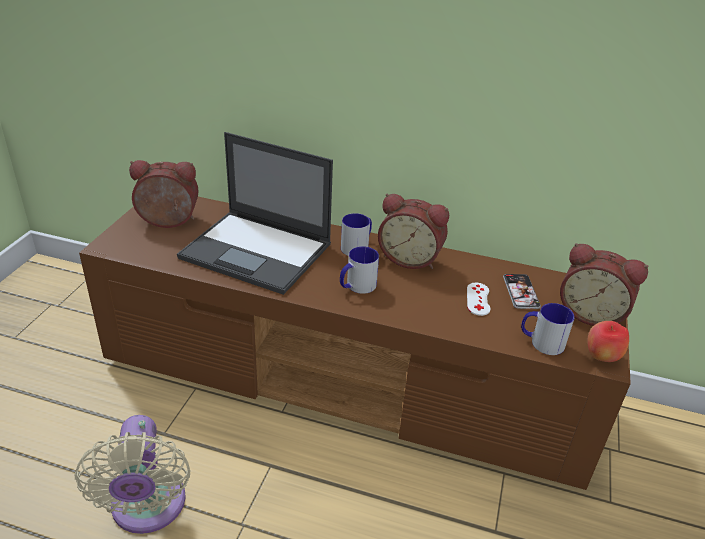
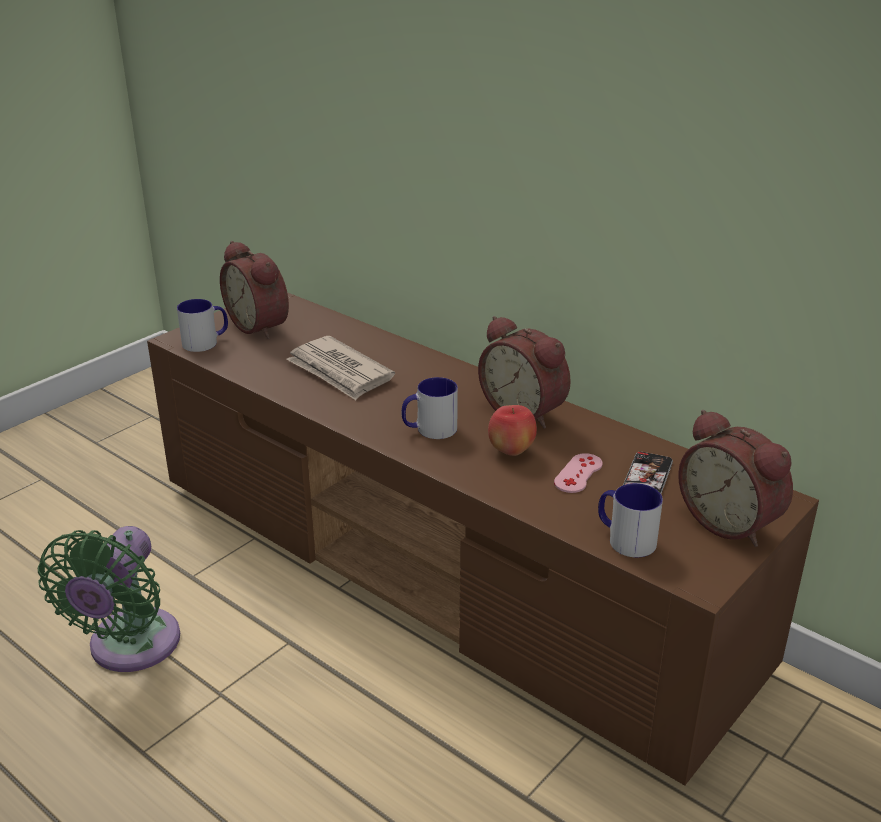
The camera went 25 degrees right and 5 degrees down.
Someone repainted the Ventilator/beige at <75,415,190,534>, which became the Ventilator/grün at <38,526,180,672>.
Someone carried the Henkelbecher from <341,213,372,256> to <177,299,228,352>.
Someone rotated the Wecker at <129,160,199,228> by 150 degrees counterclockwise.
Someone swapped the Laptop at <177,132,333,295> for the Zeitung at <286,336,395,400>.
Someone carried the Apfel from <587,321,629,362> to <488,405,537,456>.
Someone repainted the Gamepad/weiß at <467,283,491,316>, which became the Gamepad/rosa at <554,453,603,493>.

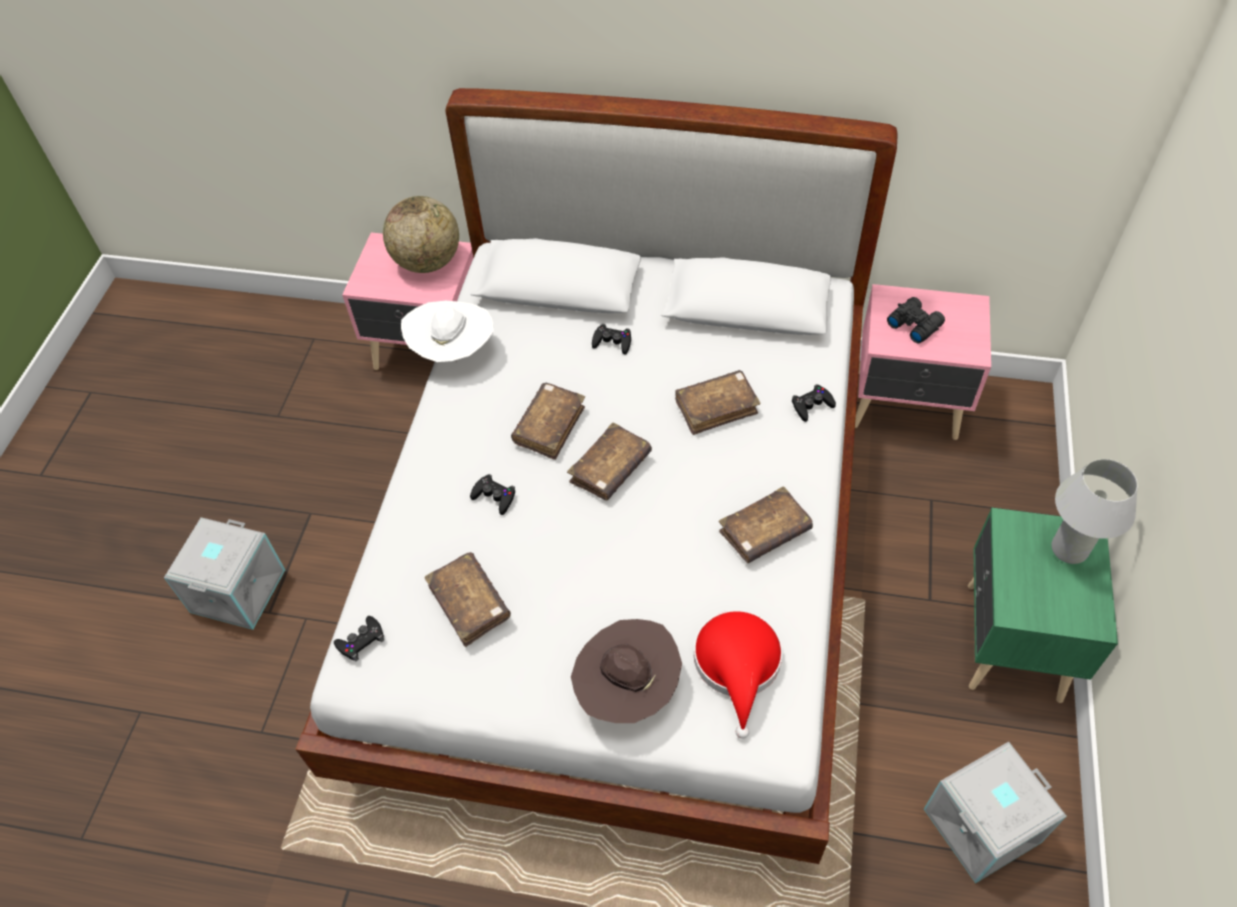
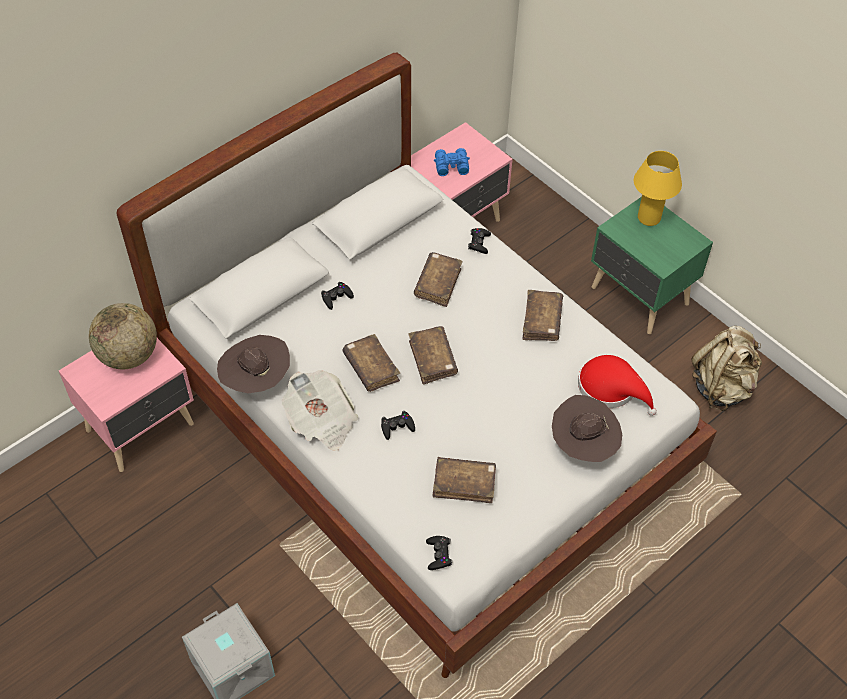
The camera went 55 degrees left and 0 degrees up.
Someone repainted the Hut/weiß at <401,301,494,363>, which became the Hut/braun at <217,335,290,393>.
Someone put down the Zeitung at <282,370,358,451>.
Someone repainted the Fernglas/schwarz at <887,297,945,343>, which became the Fernglas/blau at <434,148,470,176>.
Someone repainted the Tischlampe/weiß at <1051,459,1138,564>, which became the Tischlampe/gelb at <634,151,682,226>.
Someone swapped the Aufbewahrungsbox/grau at <924,742,1067,883> for the Rucksack/beige at <692,326,762,411>.

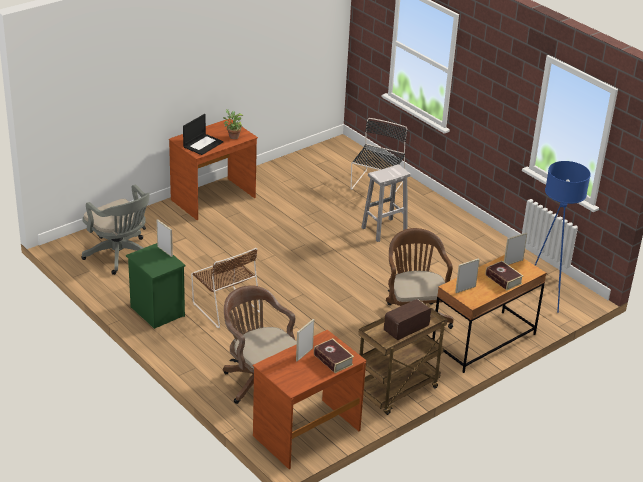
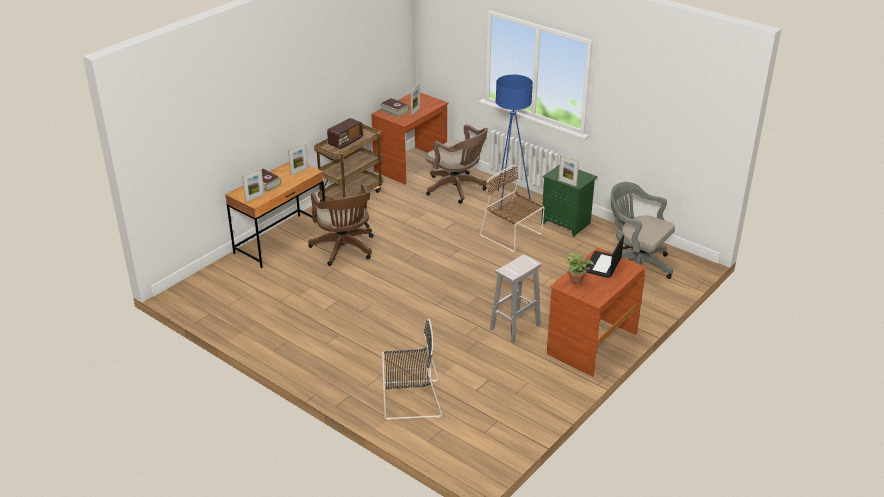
The camera went 170 degrees right and 0 degrees up.
Someone rotated the Stuhl/schwarz at <351,118,408,197> by 105 degrees counterclockwise.
Someone carried the Hocker/weiß from <361,164,410,242> to <490,254,541,343>.
Someone carried the Stehlampe/blau from <535,161,591,313> to <496,74,533,209>.

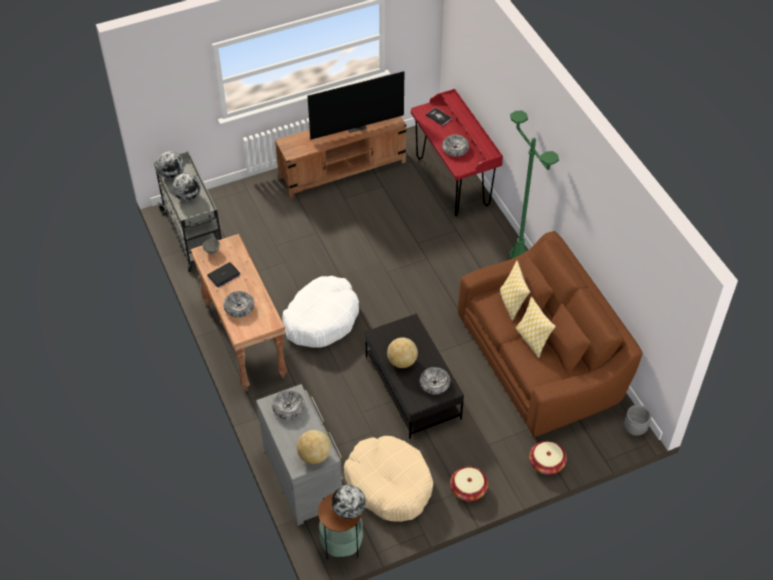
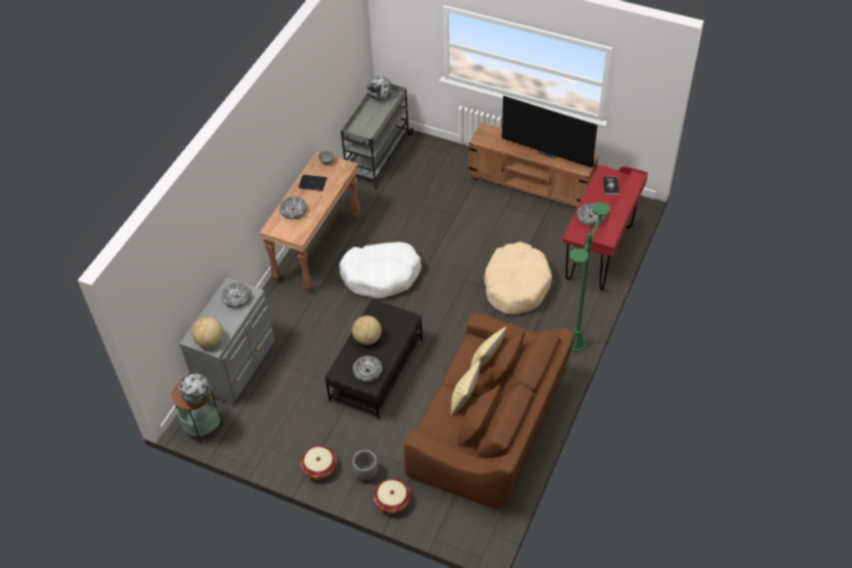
The camera went 50 degrees right and 0 degrees up.
Someone carried the Pflanzkübel/grau from <624,405,651,436> to <353,450,378,481>.
Someone carried the Hundebett/beige from <344,436,433,522> to <484,242,552,315>.
Someone took away the Globus at <172,173,201,201>.

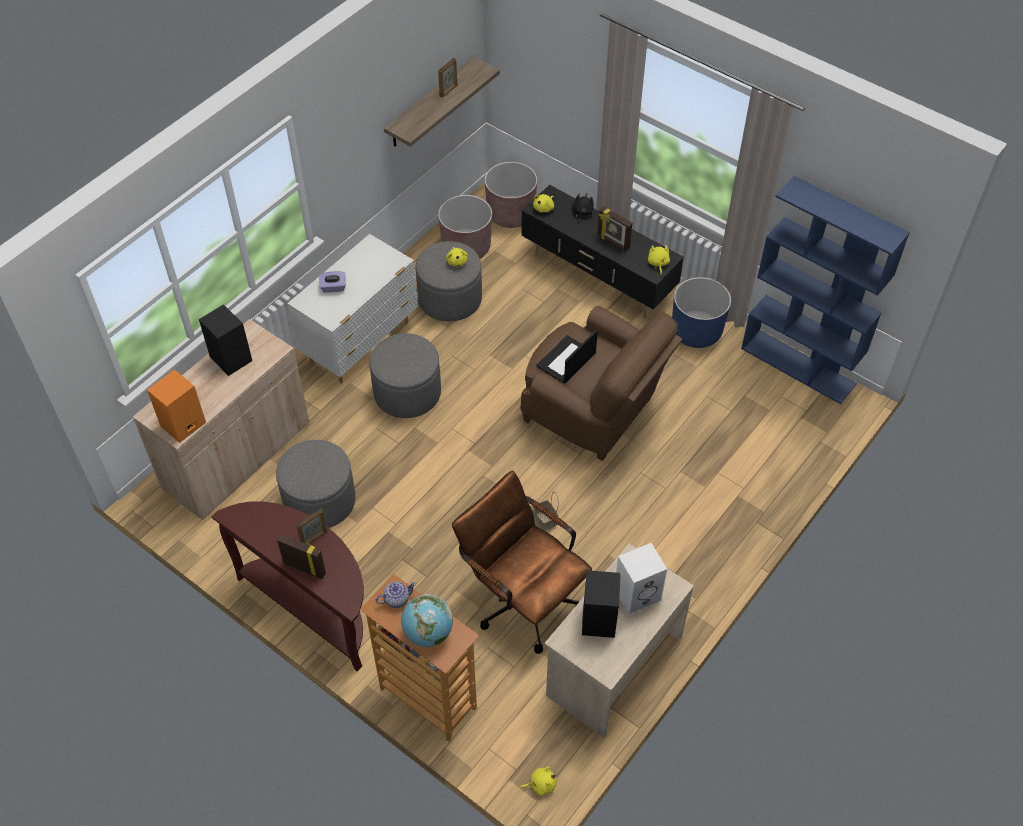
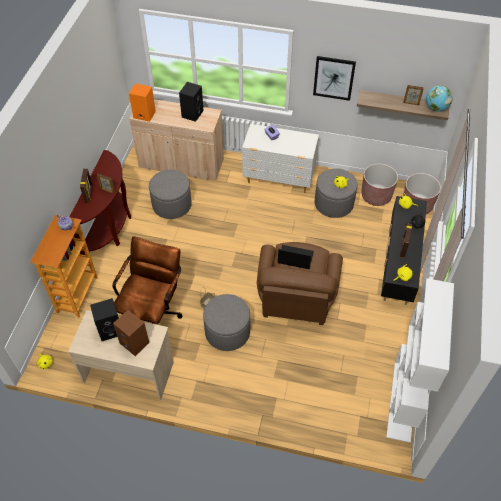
The camera went 65 degrees right and 0 degrees up.
Someone repainted the Lautsprecher/weiß at <616,543,667,615>, which became the Lautsprecher/braun at <113,310,149,356>.
Someone carried the Polsterhocker/grau from <369,333,441,418> to <203,294,250,351>.
Someone put up the Bild at <313,56,356,101>.
Someone repainted the Bücherregal/blau at <741,176,910,404>, which became the Bücherregal/weiß at <386,278,454,443>.
Someone carried the Globus from <401,594,453,647> to <426,85,453,112>.
Someone took away the Pflanzkübel/blau at <672,277,731,348>.

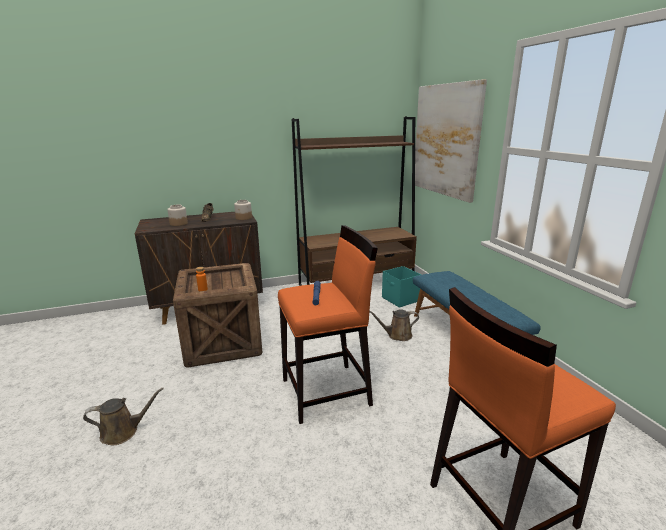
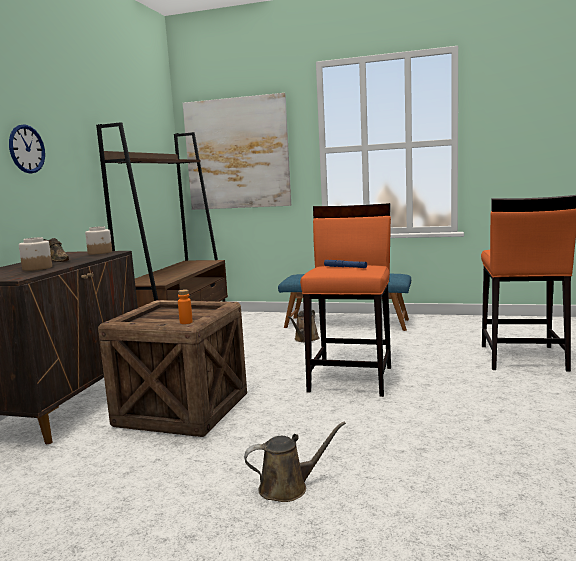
The camera went 55 degrees left and 10 degrees down.
Someone put up the Wanduhr at <9,124,45,174>.
Someone rotated the Gießkanne/braun at <83,388,164,445> by 60 degrees clockwise.
Someone took away the Aufbewahrungsbox/türkis at <382,266,421,308>.

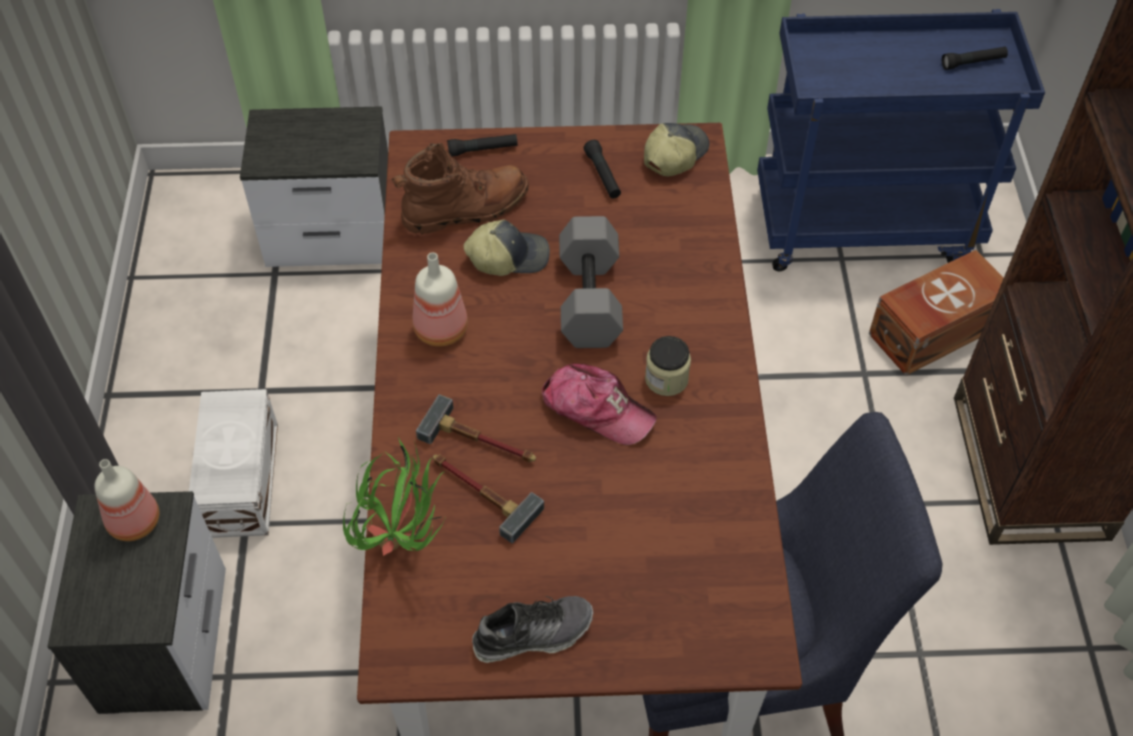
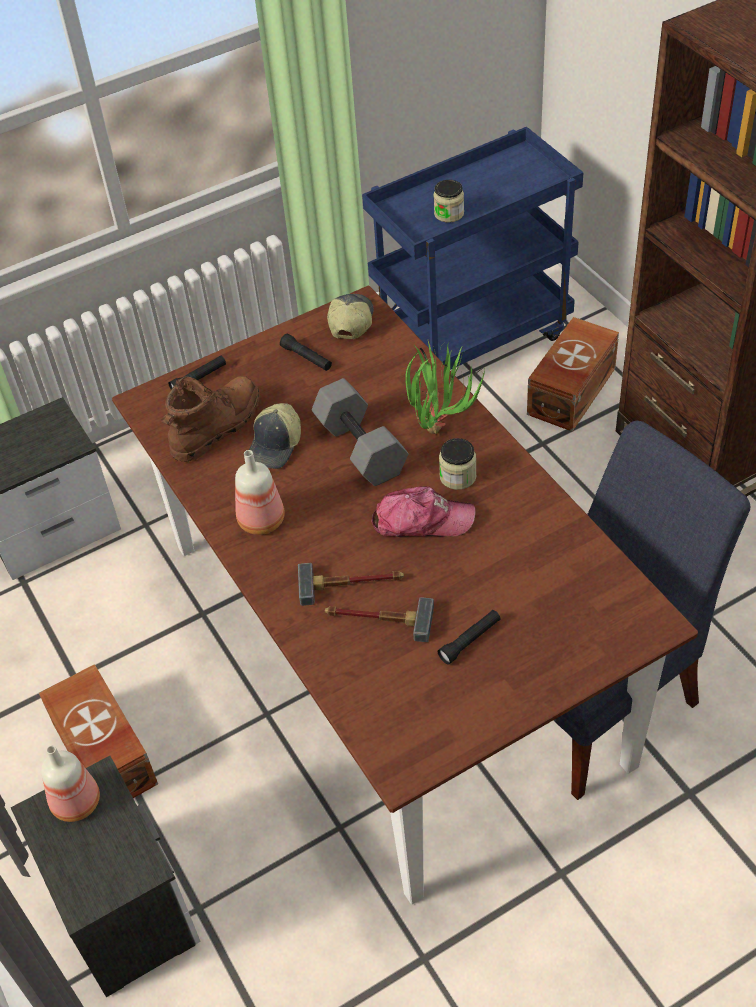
The camera went 25 degrees left and 5 degrees down.
Someone repainted the Aufbewahrungsbox/weiß at <189,389,278,538>, which became the Aufbewahrungsbox/braun at <39,664,158,798>.
Someone rotated the Kappe at <464,220,550,276> by 150 degrees clockwise.
Someone carried the Topfpflanze from <343,437,445,556> to <405,341,485,434>.
Someone put down the Vorratsglas at <433,180,464,223>.
Someone carried the Taschenlampe/schwarz from <942,47,1008,70> to <437,610,500,665>.
Someone took away the Schuh at <472,596,593,663>.

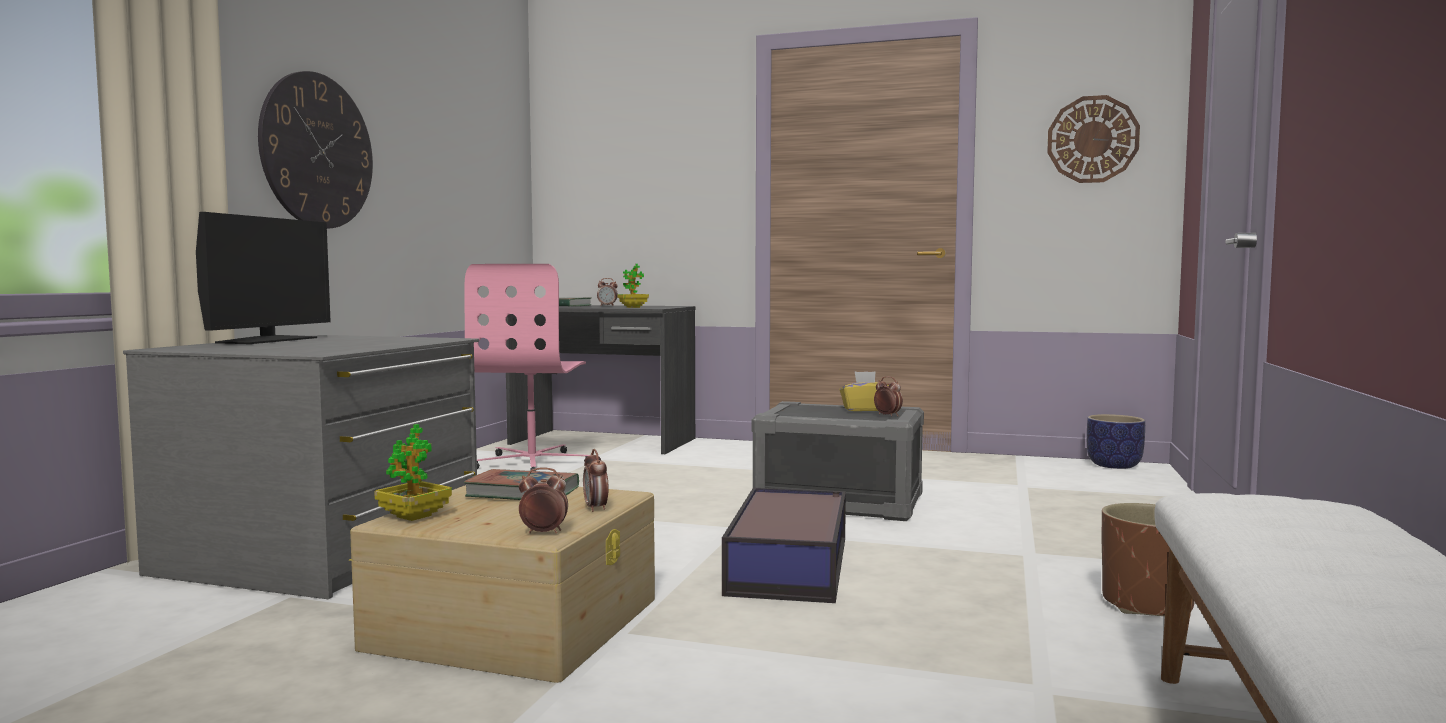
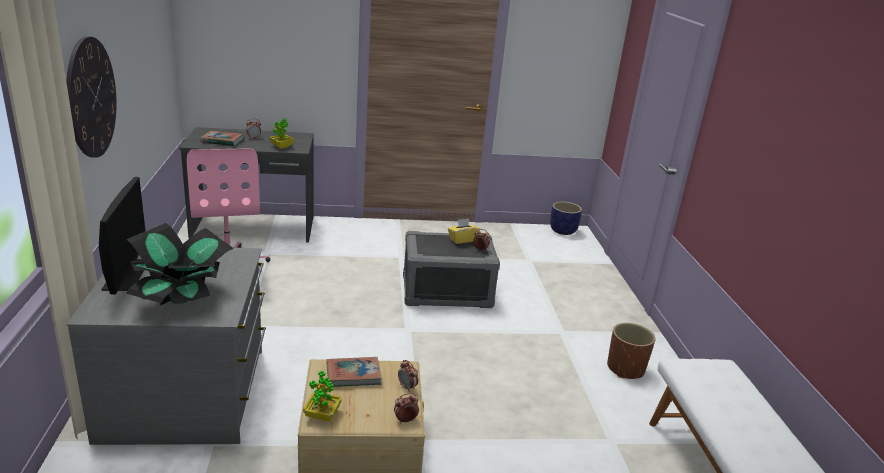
The camera went 25 degrees left and 20 degrees up.
Someone put down the Topfpflanze at <126,223,234,305>.
Someone took away the Aufbewahrungsbox at <722,488,846,603>.
Someone took away the Wanduhr at <1047,95,1140,183>.

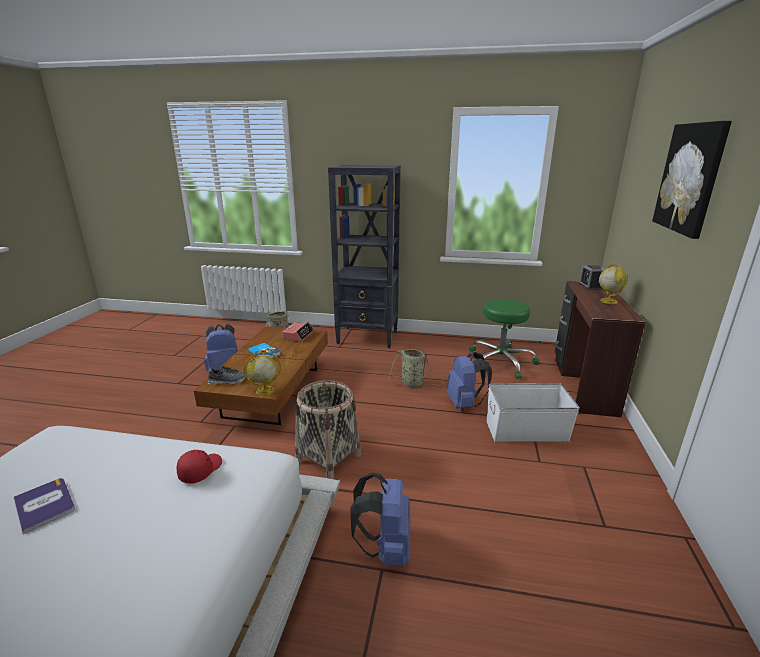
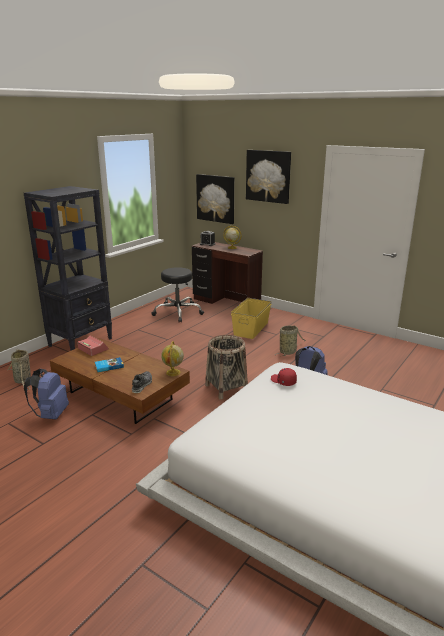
The camera went 65 degrees left and 0 degrees up.
Someone repainted the Hocker/grün at <469,299,540,379>, which became the Hocker/schwarz at <151,267,204,322>.
Someone put up the Bild at <196,174,234,224>.
Someone repainted the Aufbewahrungsbox/weiß at <487,383,580,442>, which became the Aufbewahrungsbox/gelb at <231,298,272,339>.
Someone carried the Korb from <388,349,445,387> to <275,326,306,356>.
Someone took away the Buch at <14,478,75,534>.
Someone took away the Rucksack/blau at <447,352,492,408>.

